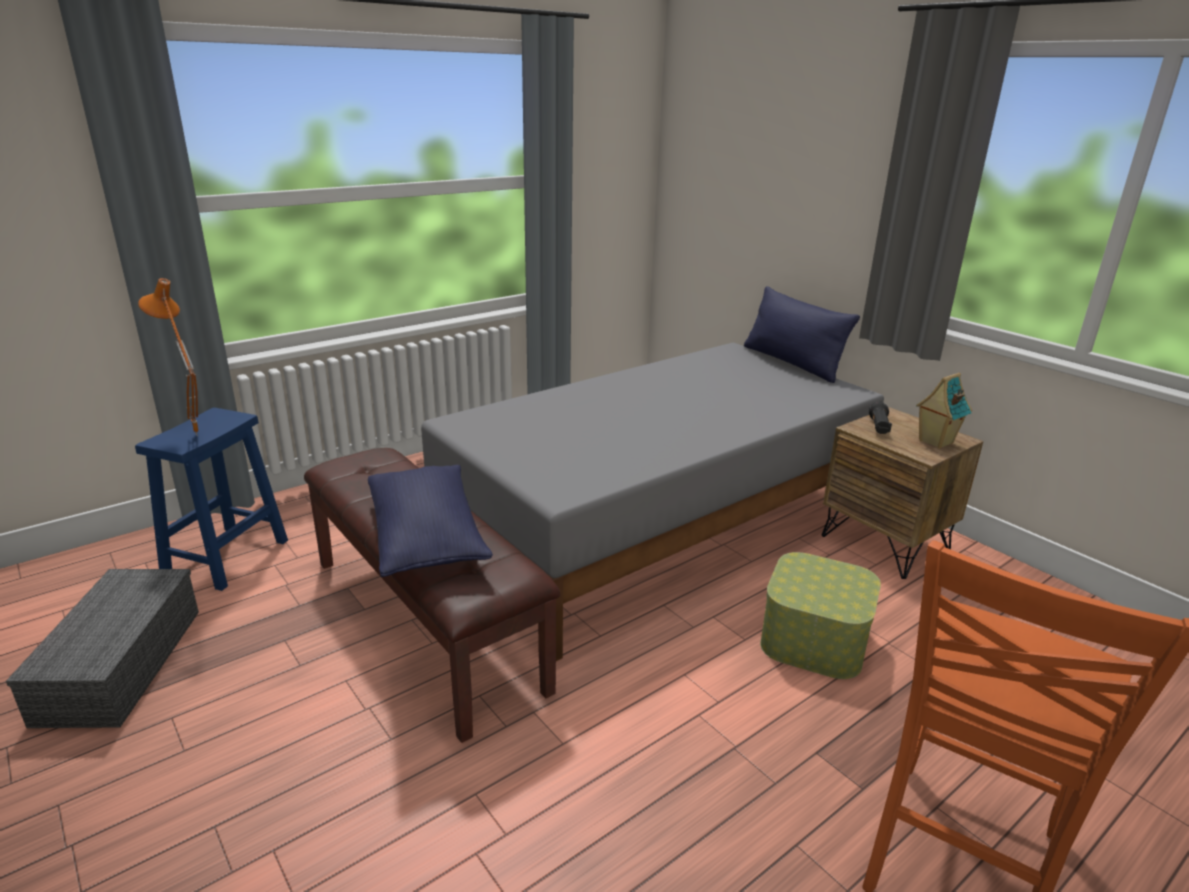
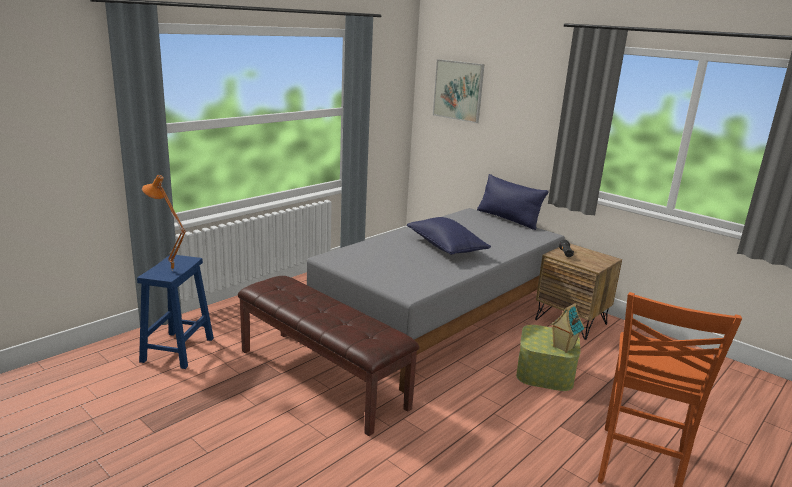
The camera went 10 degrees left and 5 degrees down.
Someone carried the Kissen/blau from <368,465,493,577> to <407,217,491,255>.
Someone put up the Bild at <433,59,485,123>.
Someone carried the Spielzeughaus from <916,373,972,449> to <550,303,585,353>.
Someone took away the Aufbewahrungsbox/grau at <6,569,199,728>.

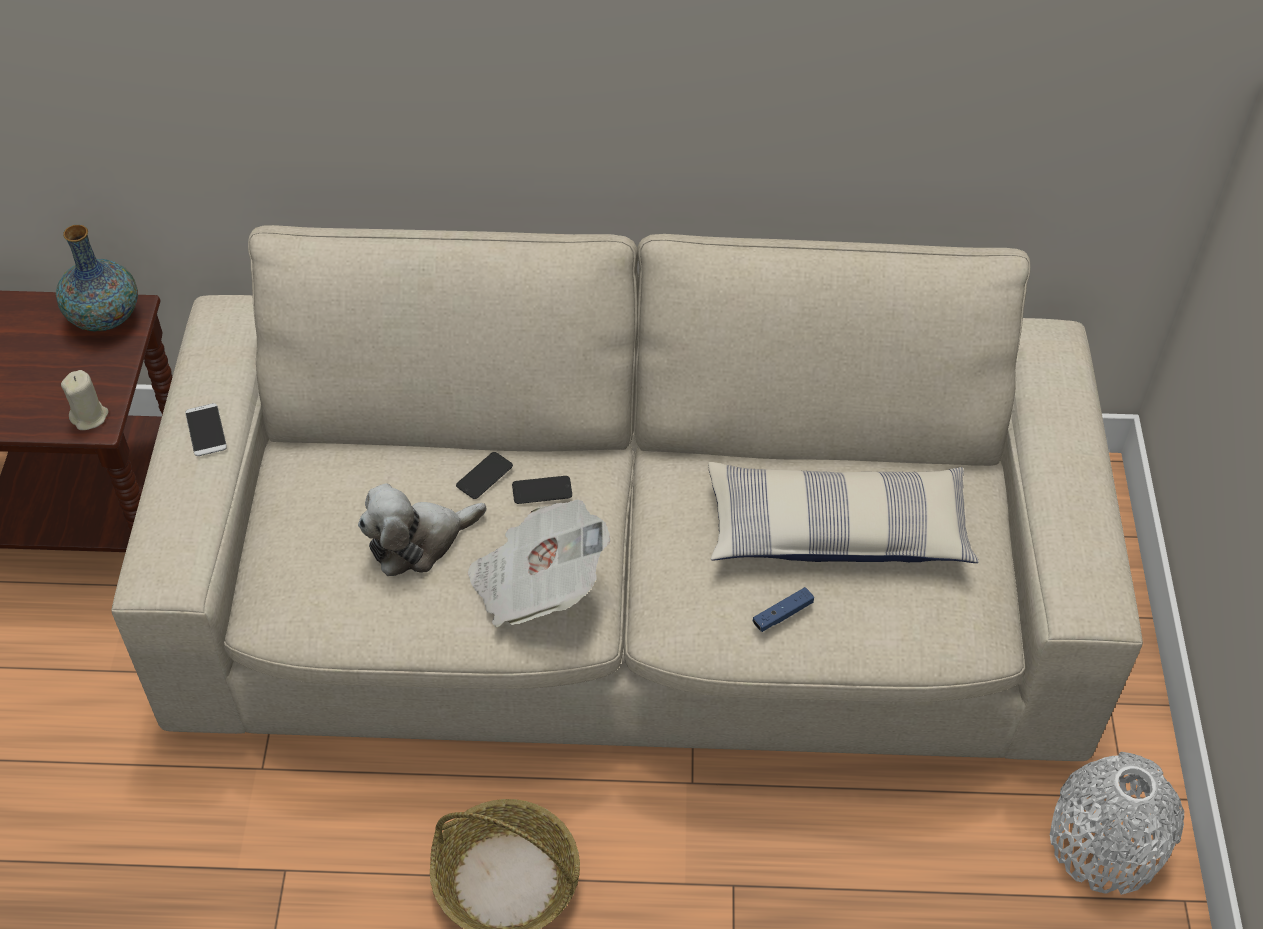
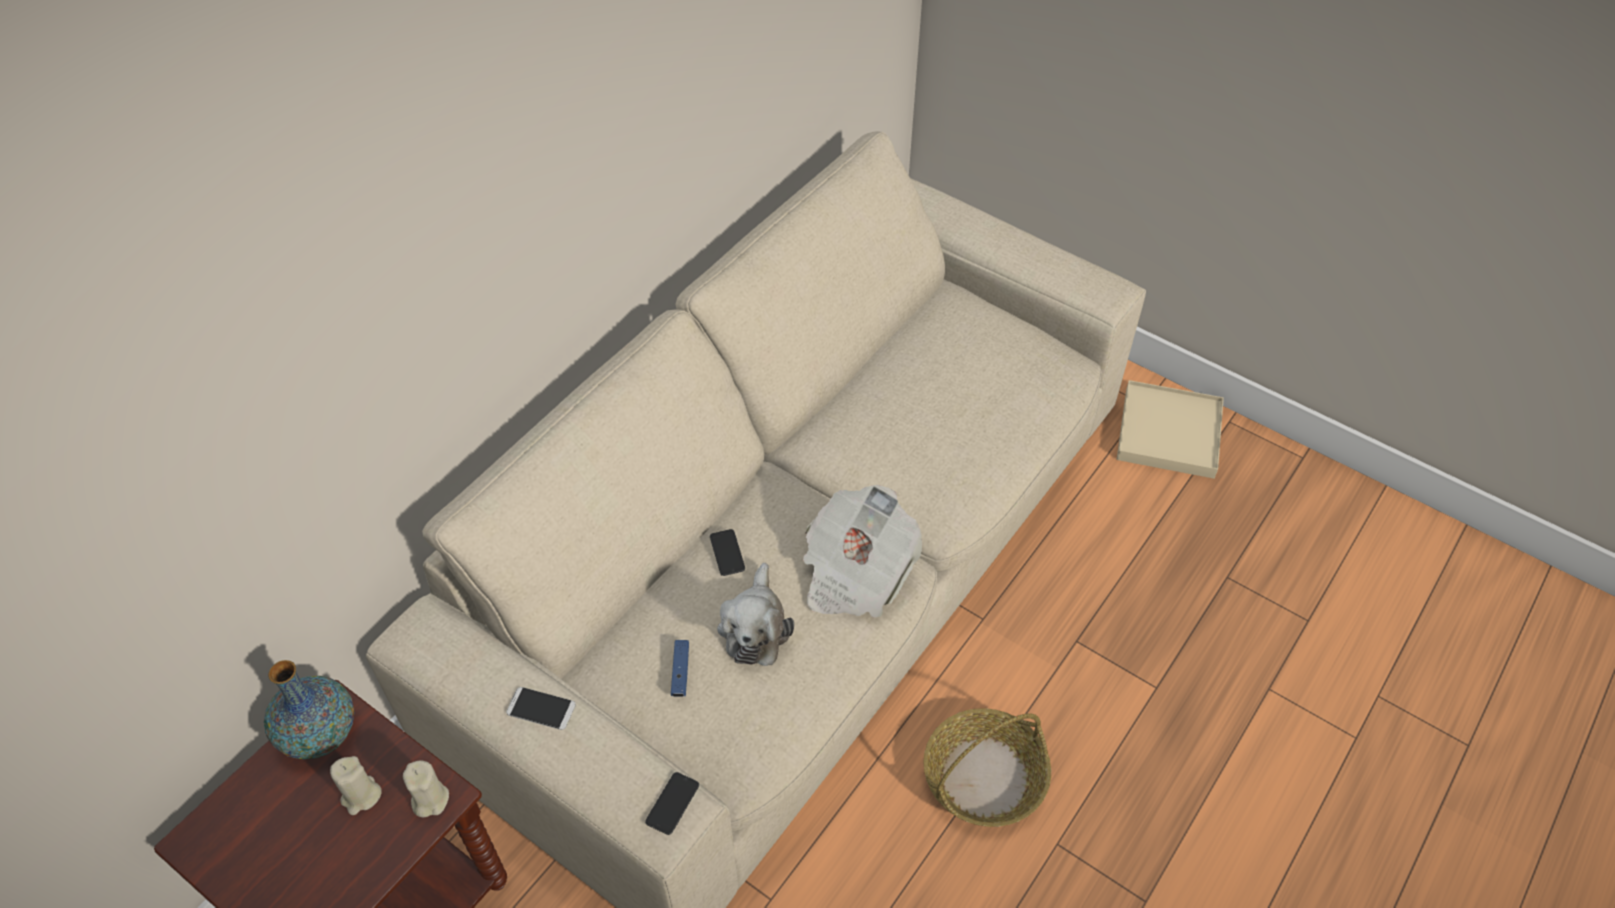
The camera went 55 degrees left and 0 degrees up.
Someone put down the Kerze/beige at <330,756,382,815>.
Someone carried the Handy from <512,476,572,504> to <645,772,699,835>.
Someone carried the Gamepad/blau from <753,587,814,632> to <671,640,689,697>.
Someone swapped the Vase/weiß at <1050,752,1184,895> for the Tablett/beige at <1117,380,1224,479>.
Someone took away the Kissen at <708,462,979,563>.

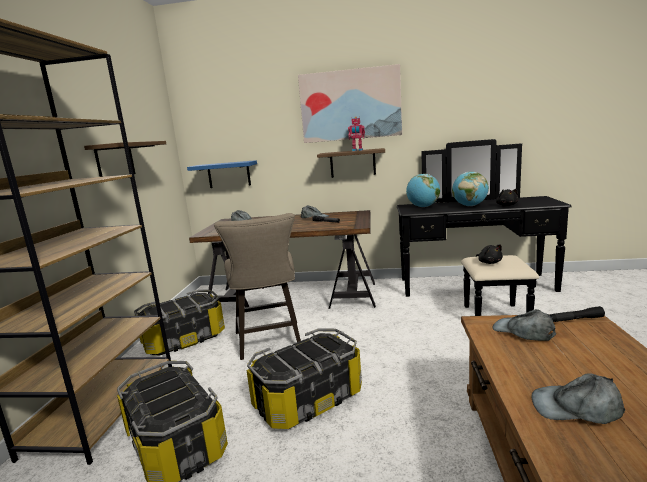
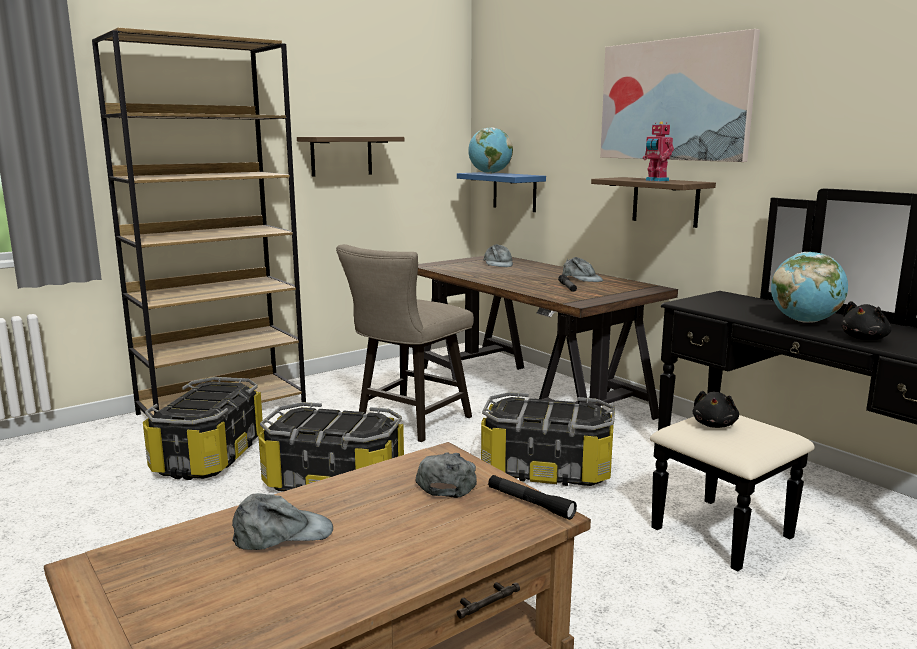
The camera went 45 degrees right and 0 degrees up.
Someone rotated the Kappe/grau at <532,373,625,424> by 105 degrees clockwise.
Someone carried the Globus from <406,174,440,207> to <468,127,513,174>.
Someone carried the Aufbewahrungsbox from <134,290,225,355> to <481,392,615,486>.

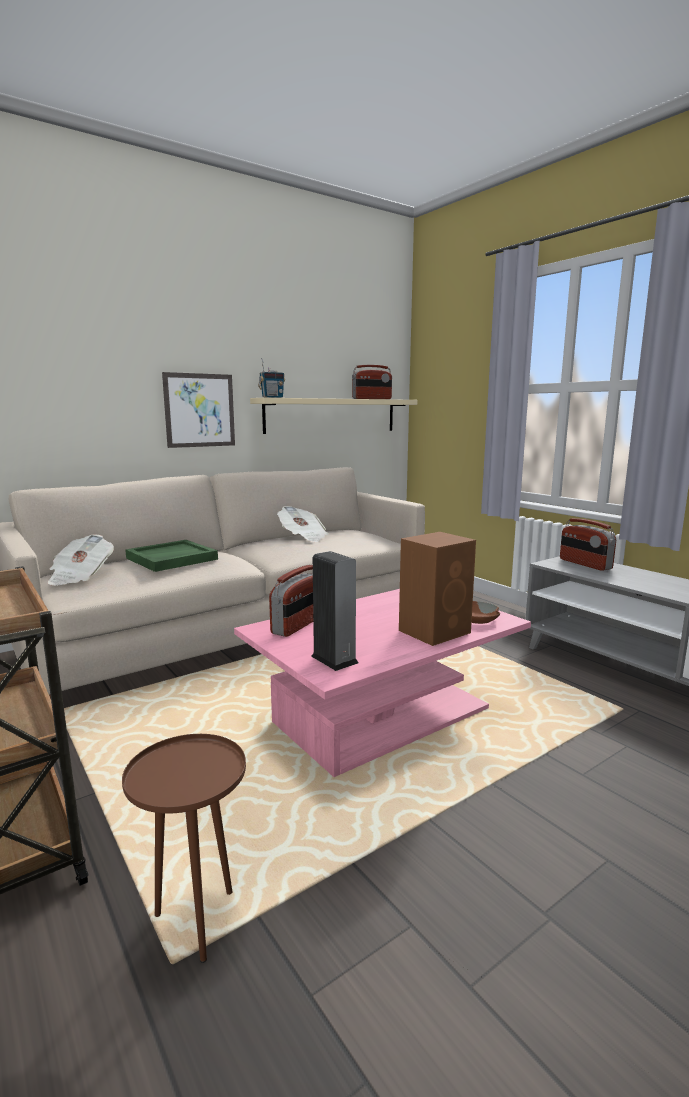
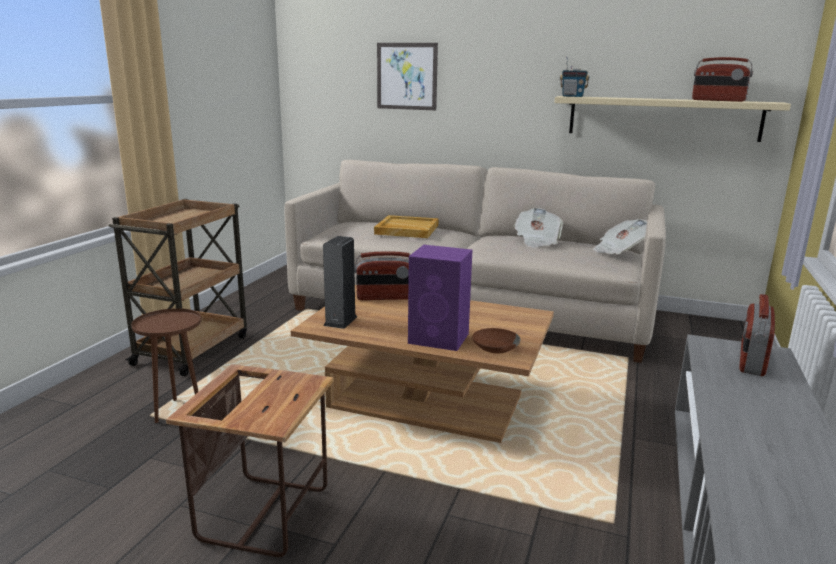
The camera went 55 degrees right and 5 degrees up.
Someone put down the Beistelltisch at <166,364,334,557>.
Someone repainted the Couchtisch/rosa at <234,589,531,777>, which became the Couchtisch/braun at <291,285,554,443>.
Someone repainted the Tablett/grün at <125,540,218,572>, which became the Tablett/beige at <374,215,439,238>.
Someone carried the Bild from <162,372,235,448> to <377,43,438,110>.
Someone repainted the Lautsprecher/braun at <399,532,476,646>, which became the Lautsprecher/lila at <408,245,472,351>.
Someone carried the Zeitung from <47,534,114,586> to <593,219,647,255>.

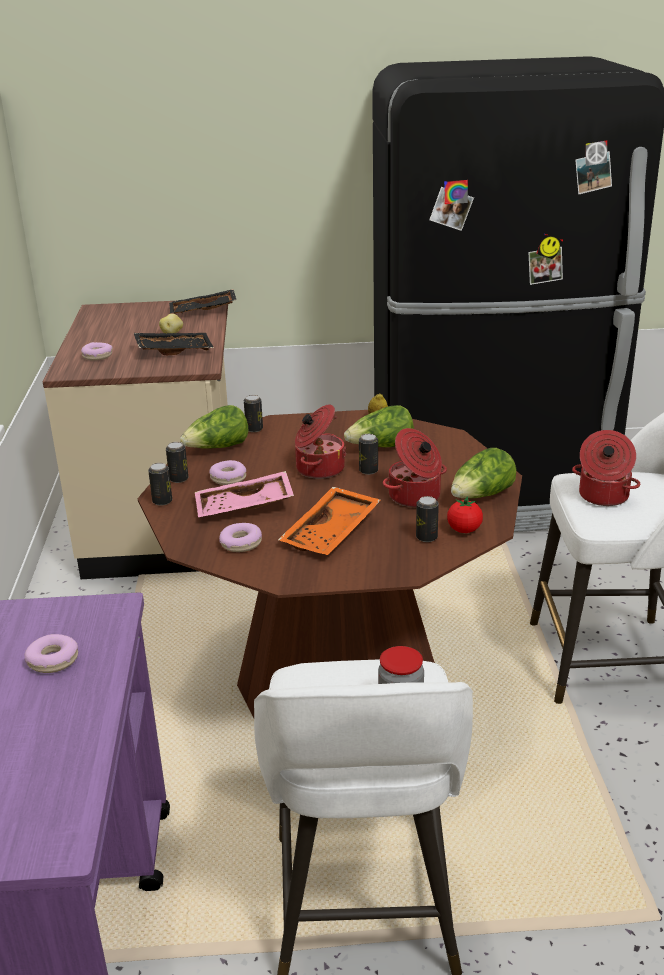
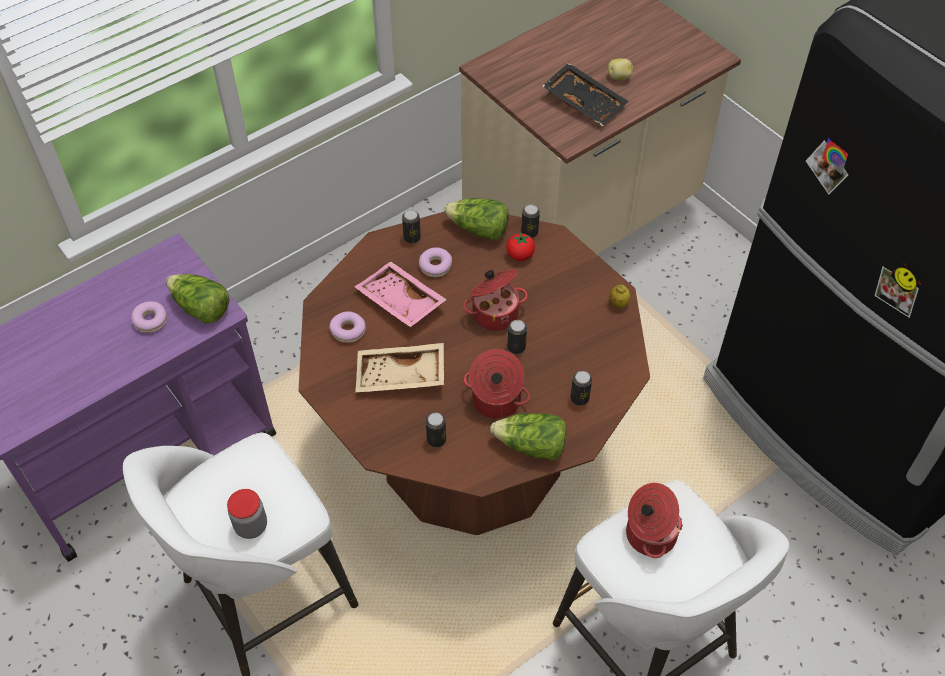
The camera went 55 degrees right and 25 degrees up.
Someone carried the Salatkopf from <344,405,414,447> to <166,274,229,324>.
Someone repainted the Tablett/orange at <278,487,381,555>, which became the Tablett/beige at <355,343,444,393>.
Someone carried the Tomate from <447,496,483,533> to <506,232,535,261>.
Someone carried the Dose from <148,463,172,506> to <570,371,592,406>.
Someone took away the Donut at <81,342,113,361>.
Someone took away the Tablett/schwarz at <169,289,236,314>.

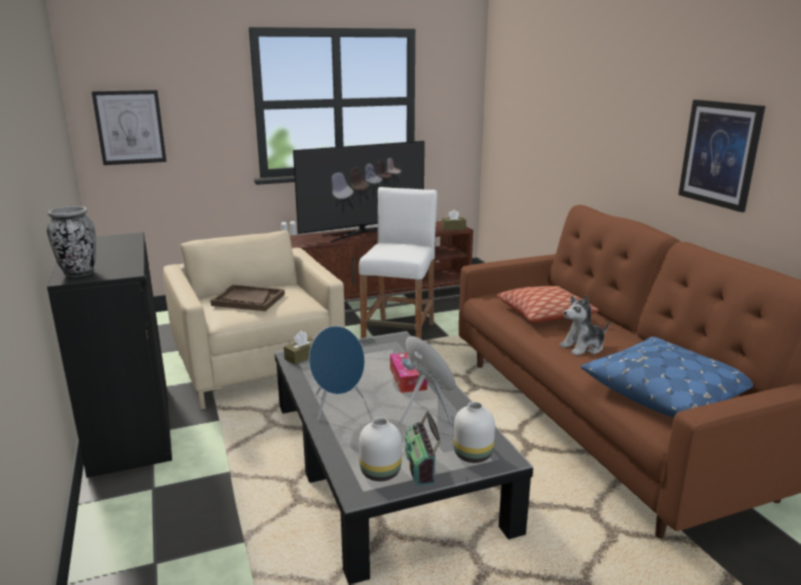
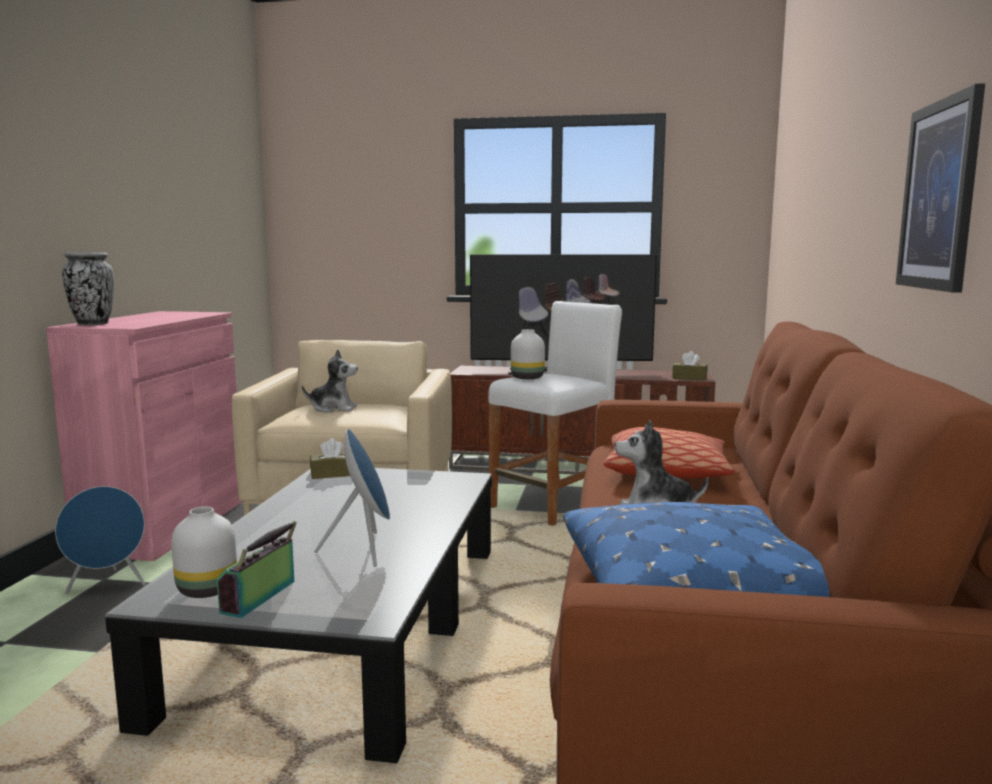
The camera went 30 degrees right and 10 degrees down.
Someone repainted the Schrank/schwarz at <47,232,172,478>, which became the Schrank/rosa at <46,311,243,561>.
Someone carried the Lautsprecher/blau from <309,326,365,420> to <55,486,146,594>.
Someone swapped the Tablett/braun at <210,285,285,311> for the Plüschtier at <302,350,358,413>.
Someone carried the Vase/weiß from <453,402,495,463> to <511,329,545,379>.
Someone took away the Bild at <91,90,167,165>.
Someone took away the Taschentuchbox at <390,353,427,393>.

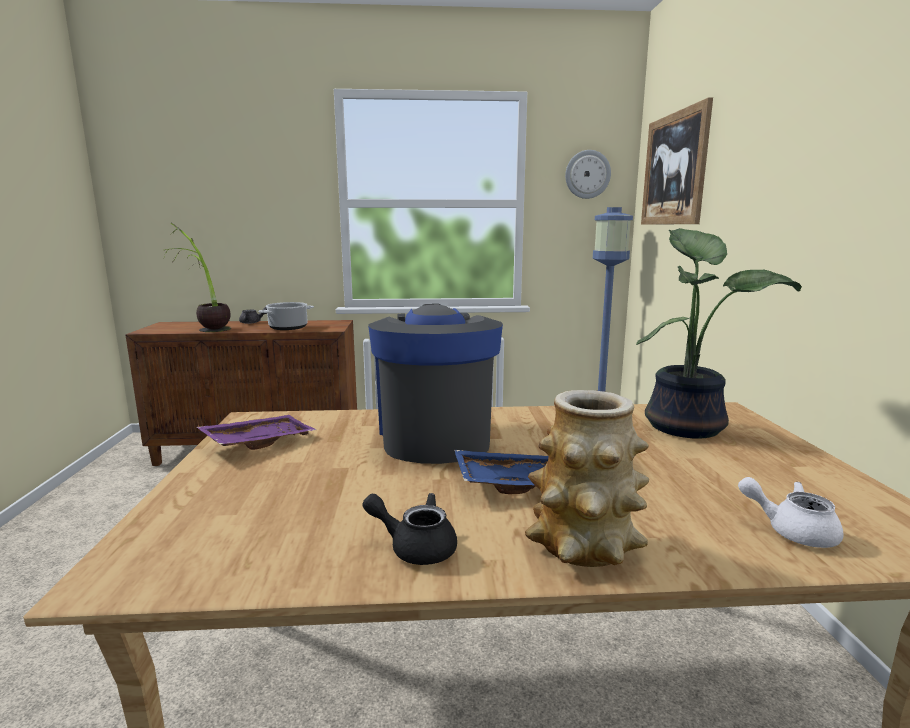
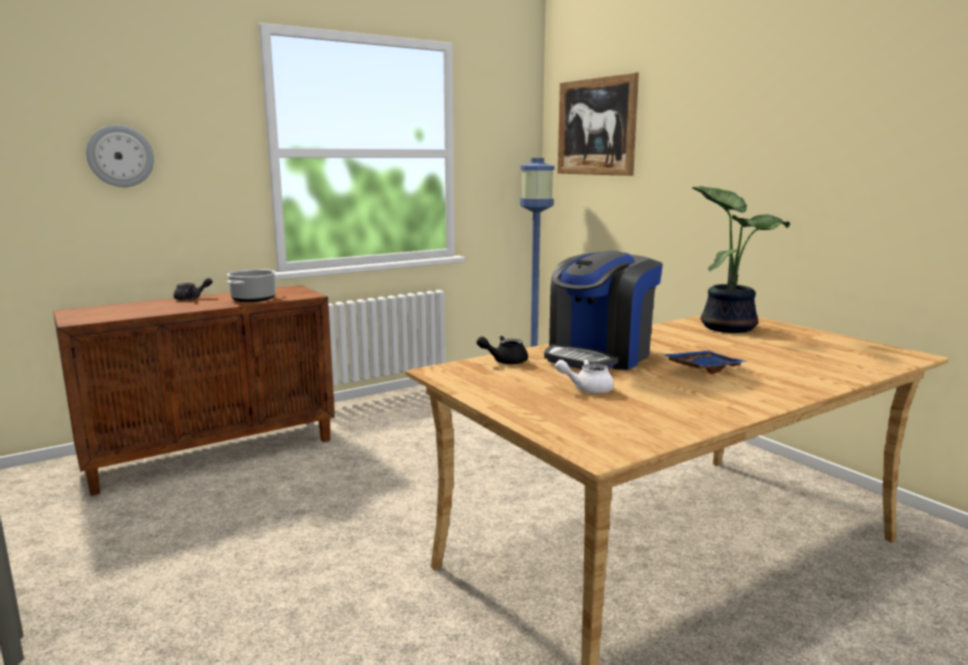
The camera went 30 degrees left and 0 degrees up.
Someone carried the Wanduhr from <565,150,611,199> to <86,125,154,187>.
Someone carried the Teekanne/schwarz from <362,493,457,565> to <476,336,528,364>.
Someone rotated the Kaffeemaschine at <368,304,503,464> by 105 degrees counterclockwise.
Someone carried the Teekanne/weiß from <738,477,844,548> to <555,359,614,394>.
Someone took away the Topfpflanze at <164,223,231,332>.
Someone took away the Tablett/lila at <197,415,316,450>.
Someone took away the Vase at <525,390,649,567>.

